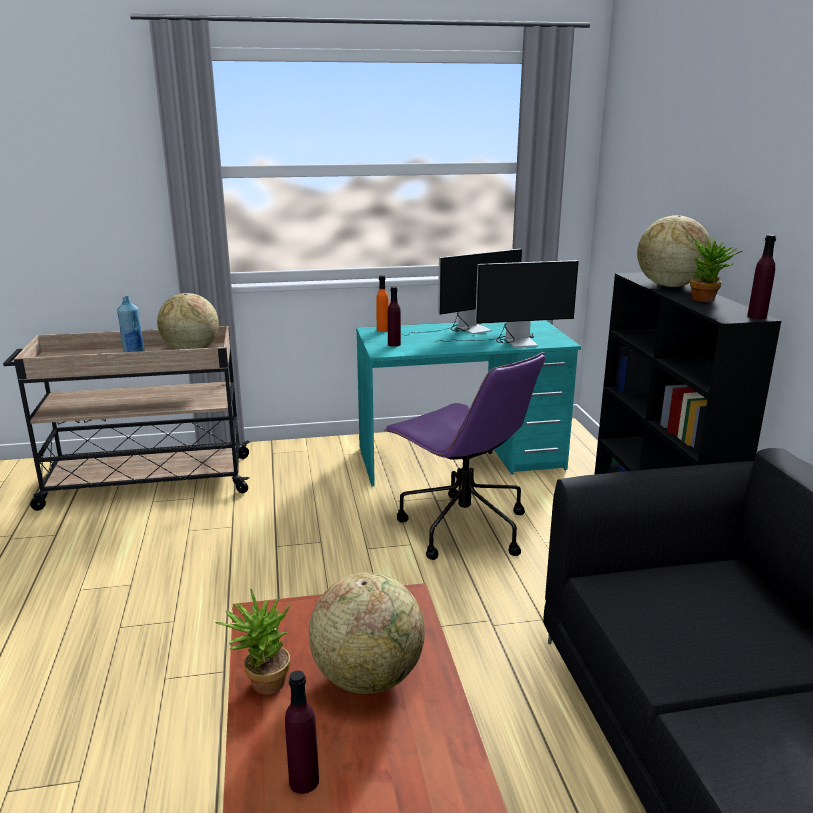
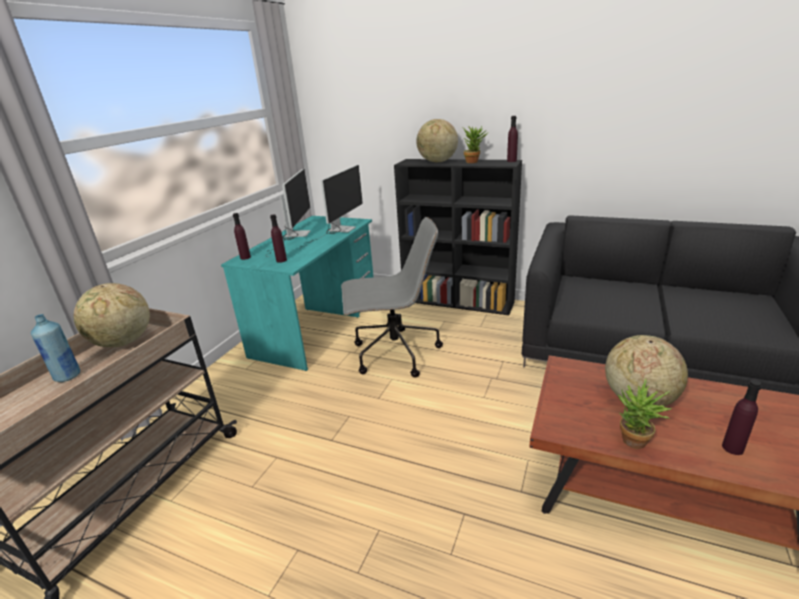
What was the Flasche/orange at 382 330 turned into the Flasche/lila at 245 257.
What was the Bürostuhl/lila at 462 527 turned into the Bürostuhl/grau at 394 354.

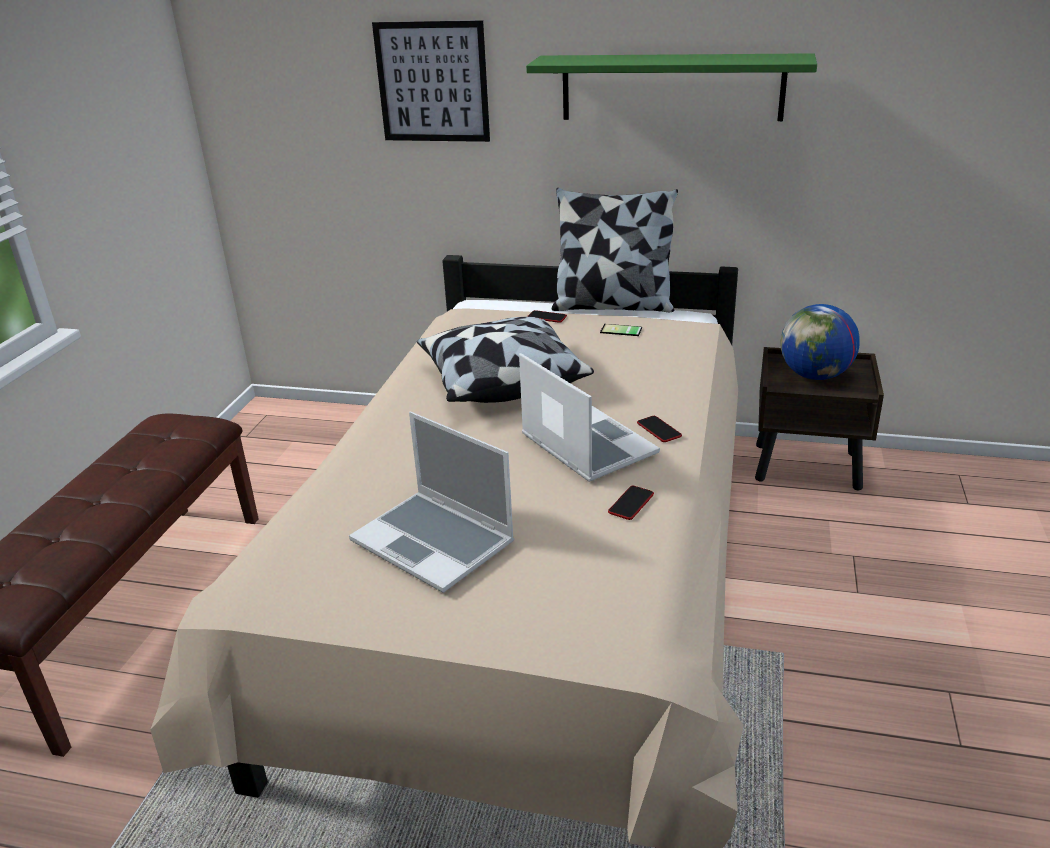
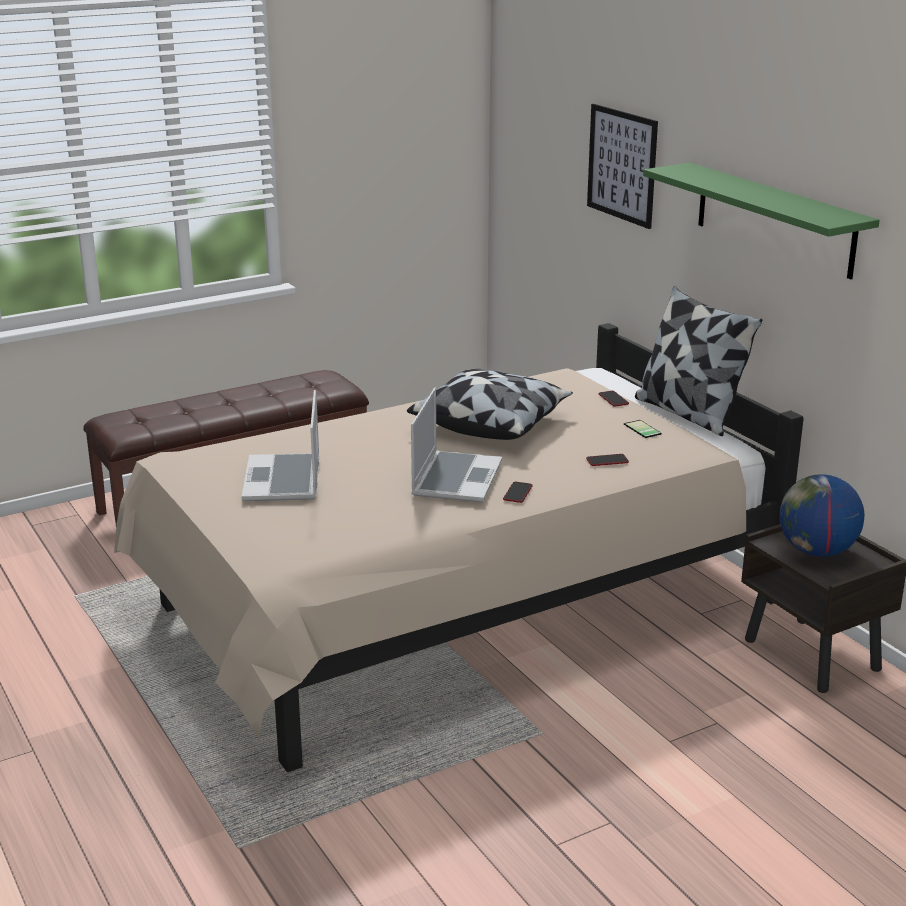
The Handy ended up elsewhere, having gone from 631 503 to 607 461.

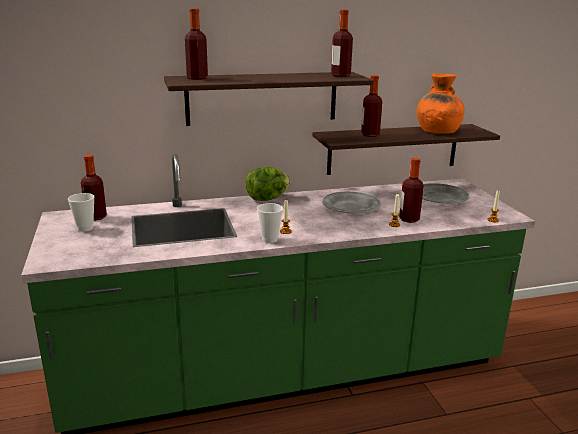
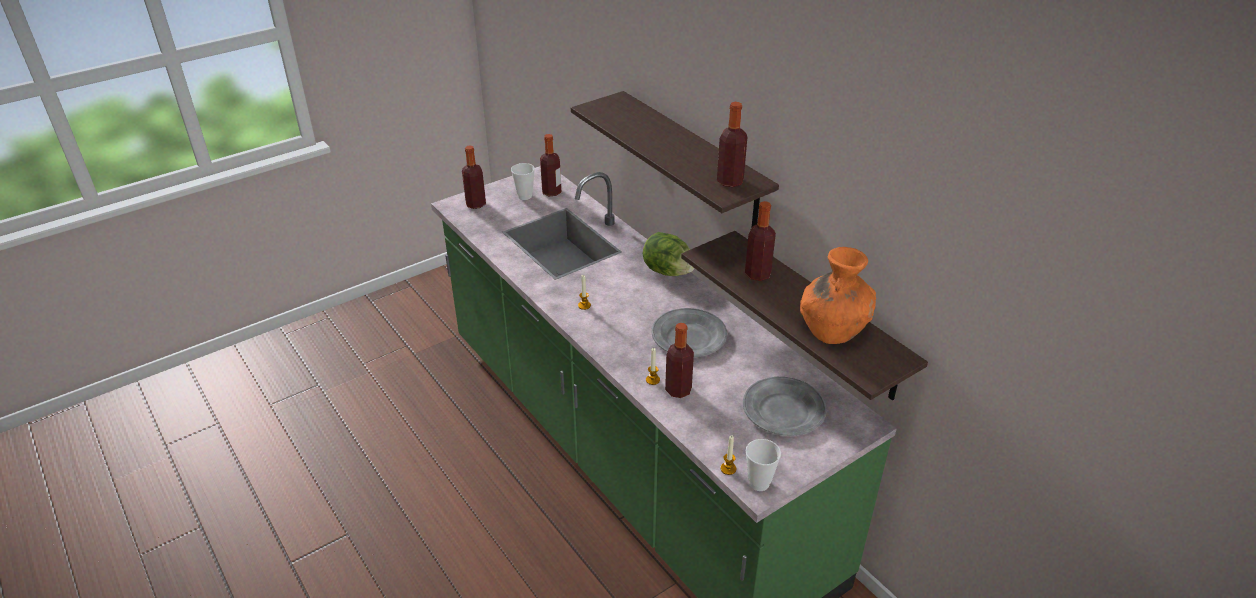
The Flasche ended up elsewhere, having gone from 197 78 to 476 204.
The Tasse ended up elsewhere, having gone from 269 239 to 759 483.

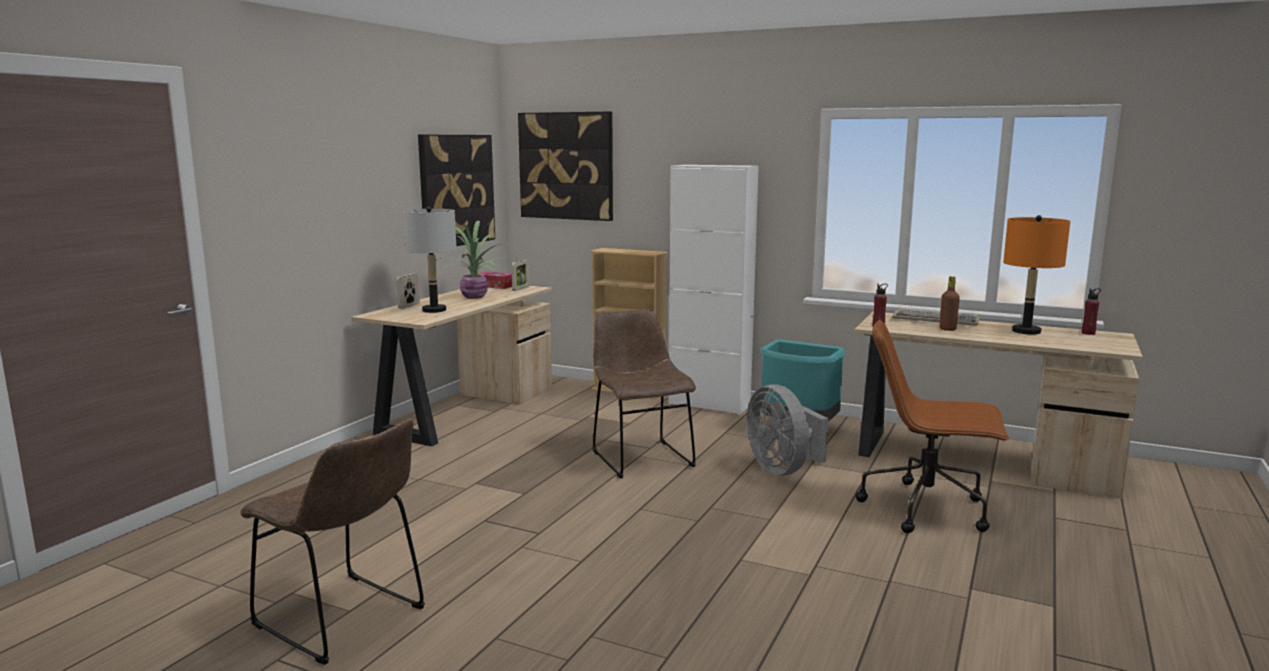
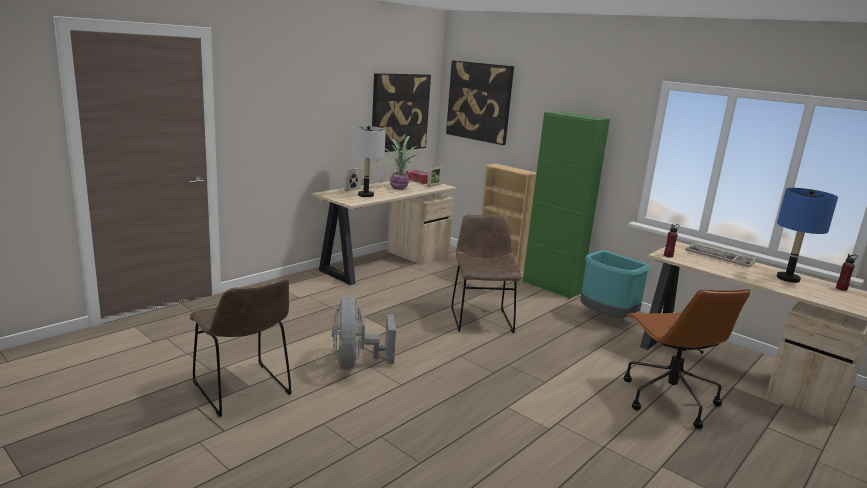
The second view lost the Flasche/braun at 947 329.
The Ventilator/grau ended up elsewhere, having gone from 783 469 to 356 363.
What was the Schrank/weiß at 709 404 turned into the Schrank/grün at 551 287.
What was the Tischlampe/orange at 1026 331 turned into the Tischlampe/blau at 787 278.
The Bürostuhl/braun at 928 509 ended up facing another way, 135 degrees counterclockwise from before.

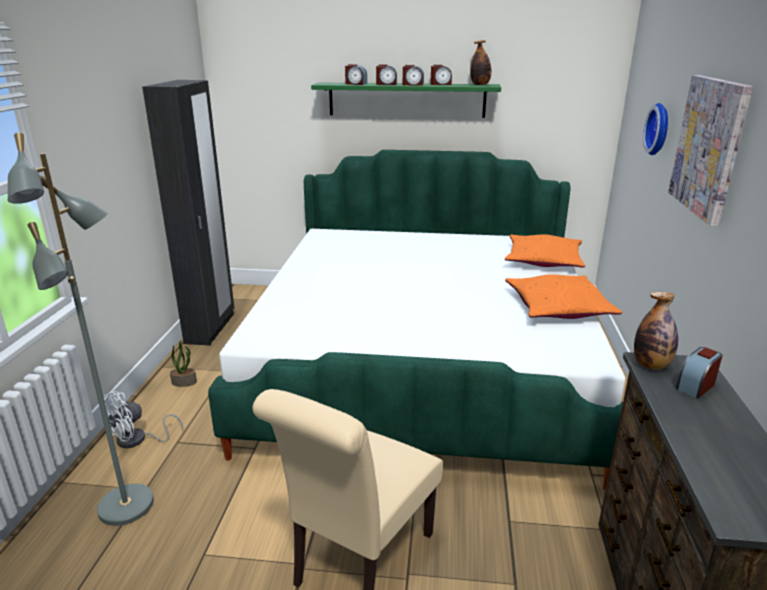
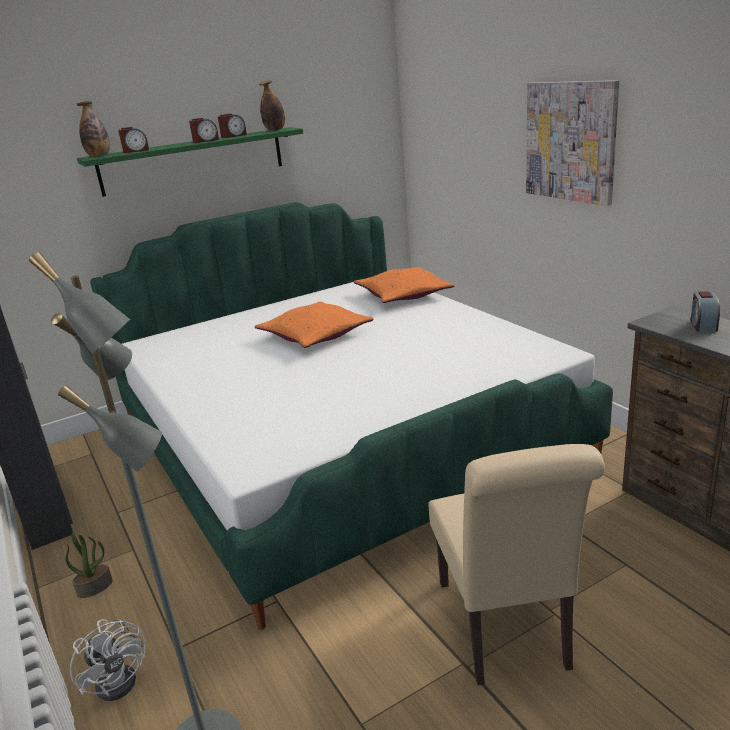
The second view lost the Wecker at 386 84.
The second view lost the Wanduhr at 660 129.
The Kissen/orange ended up elsewhere, having gone from 558 307 to 315 335.
The Flasche ended up elsewhere, having gone from 651 365 to 99 156.
The Ventilator/weiß at 138 440 ended up facing another way, 45 degrees counterclockwise from before.

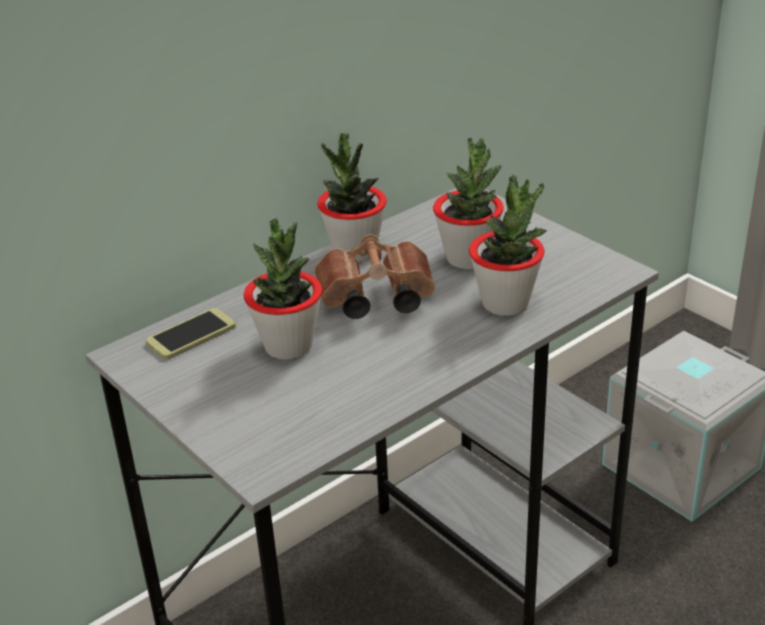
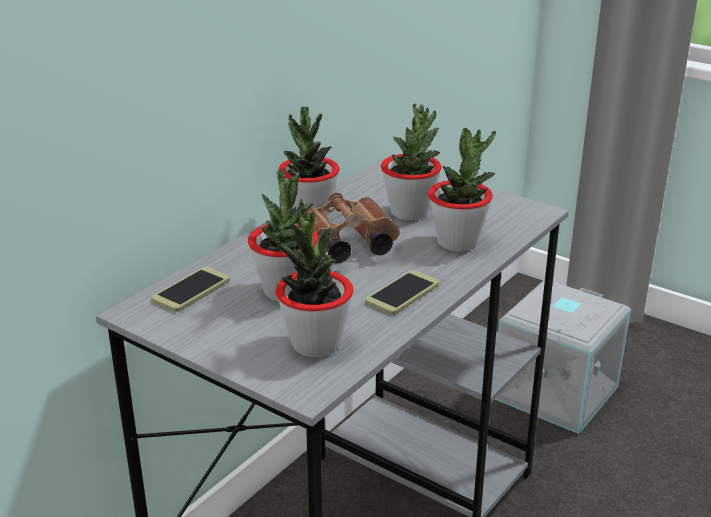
The second view gained the Topfpflanze at 315 344.
The second view gained the Handy at 402 293.

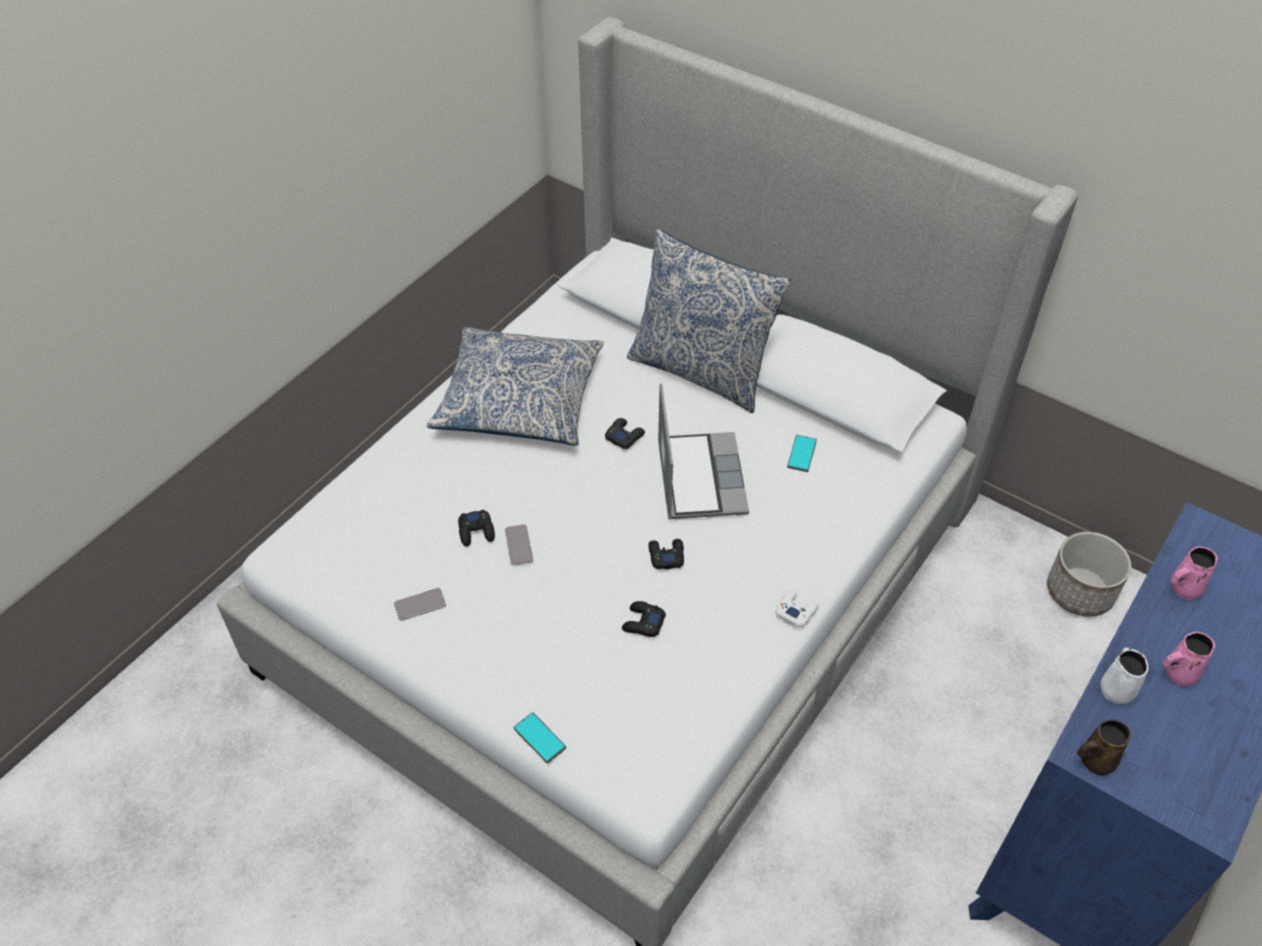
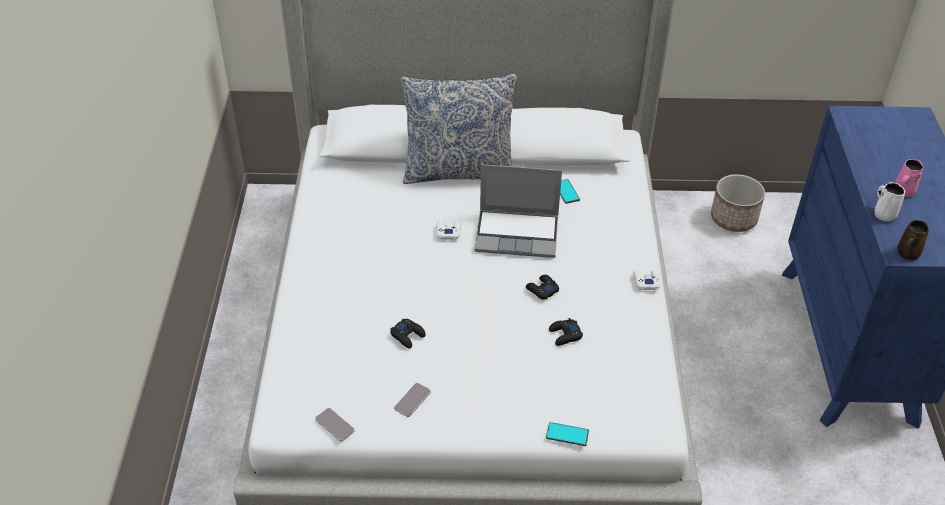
The second view lost the Kissen at 519 400.
The second view lost the Henkelbecher/rosa at 1183 588.
The Handy ended up elsewhere, having gone from 519 545 to 334 425.
What was the Gamepad/schwarz at 624 436 turned into the Gamepad/weiß at 448 232.
The Laptop at 699 477 ended up facing another way, 135 degrees clockwise from before.

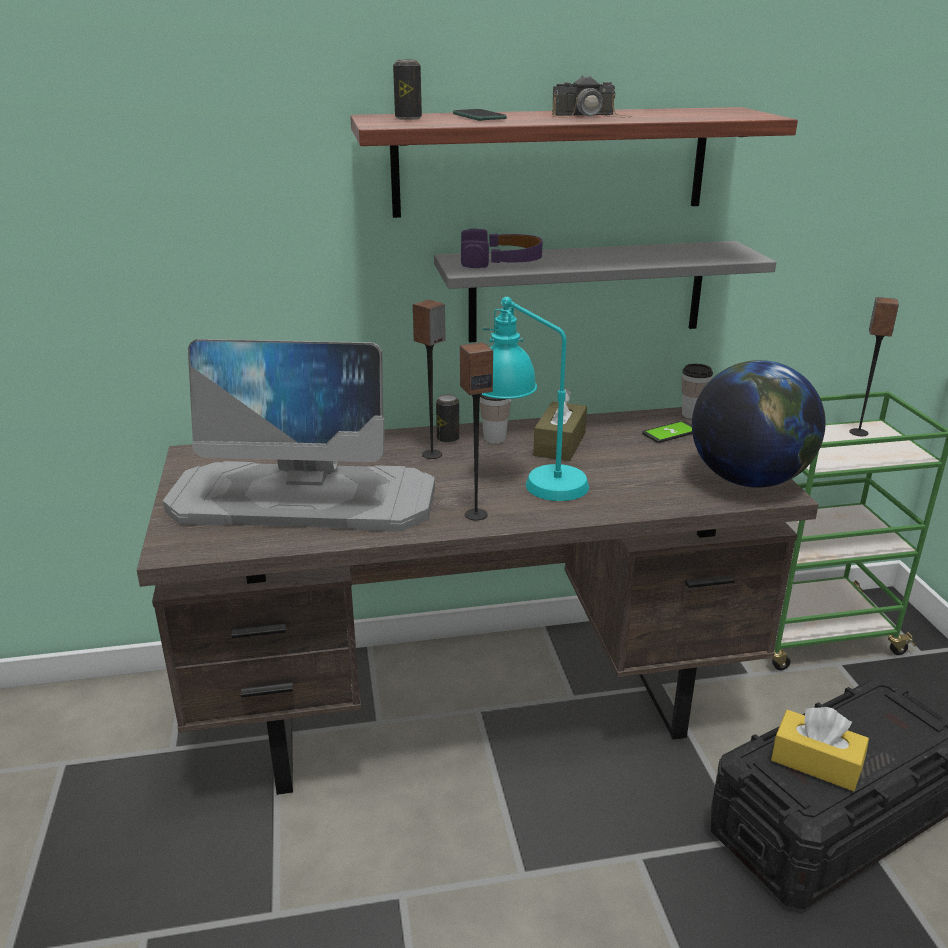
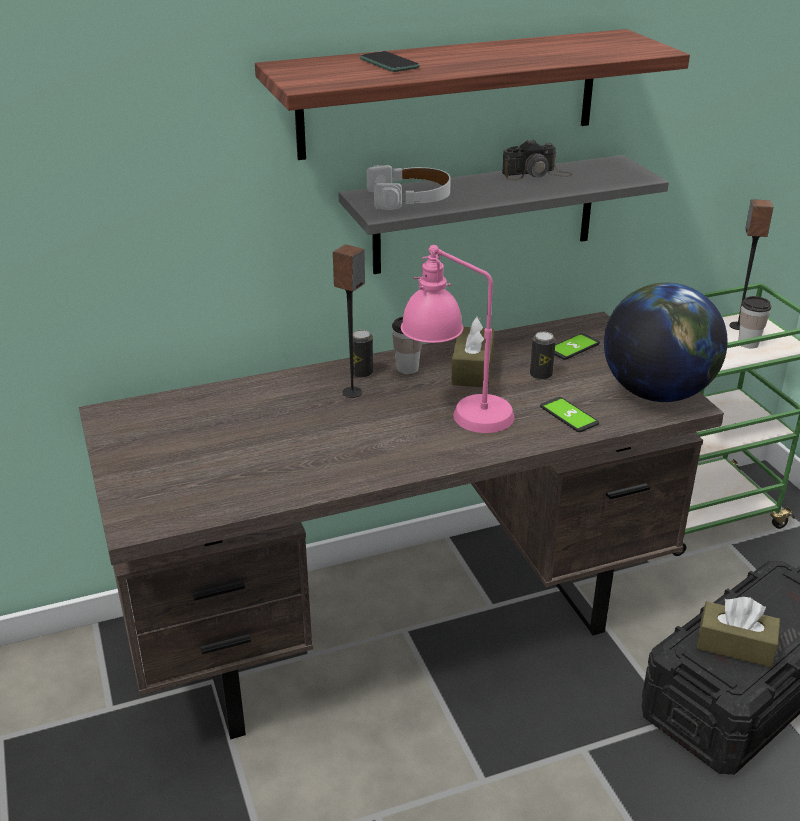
The second view lost the Monitor at 305 499.
The second view lost the Lautsprecher at 476 514.
The second view gained the Handy at 569 415.
The Dose ended up elsewhere, having gone from 408 118 to 541 375.
The Kamera ended up elsewhere, having gone from 591 116 to 536 174.
The Tasse ended up elsewhere, having gone from 692 414 to 748 343.
What was the Kopfhörer/lila at 501 260 turned into the Kopfhörer/weiß at 410 197.
What was the Tischlampe/türkis at 529 482 turned into the Tischlampe/rosa at 456 415.
What was the Taschentuchbox/gelb at 816 762 turned into the Taschentuchbox/braun at 735 645.

